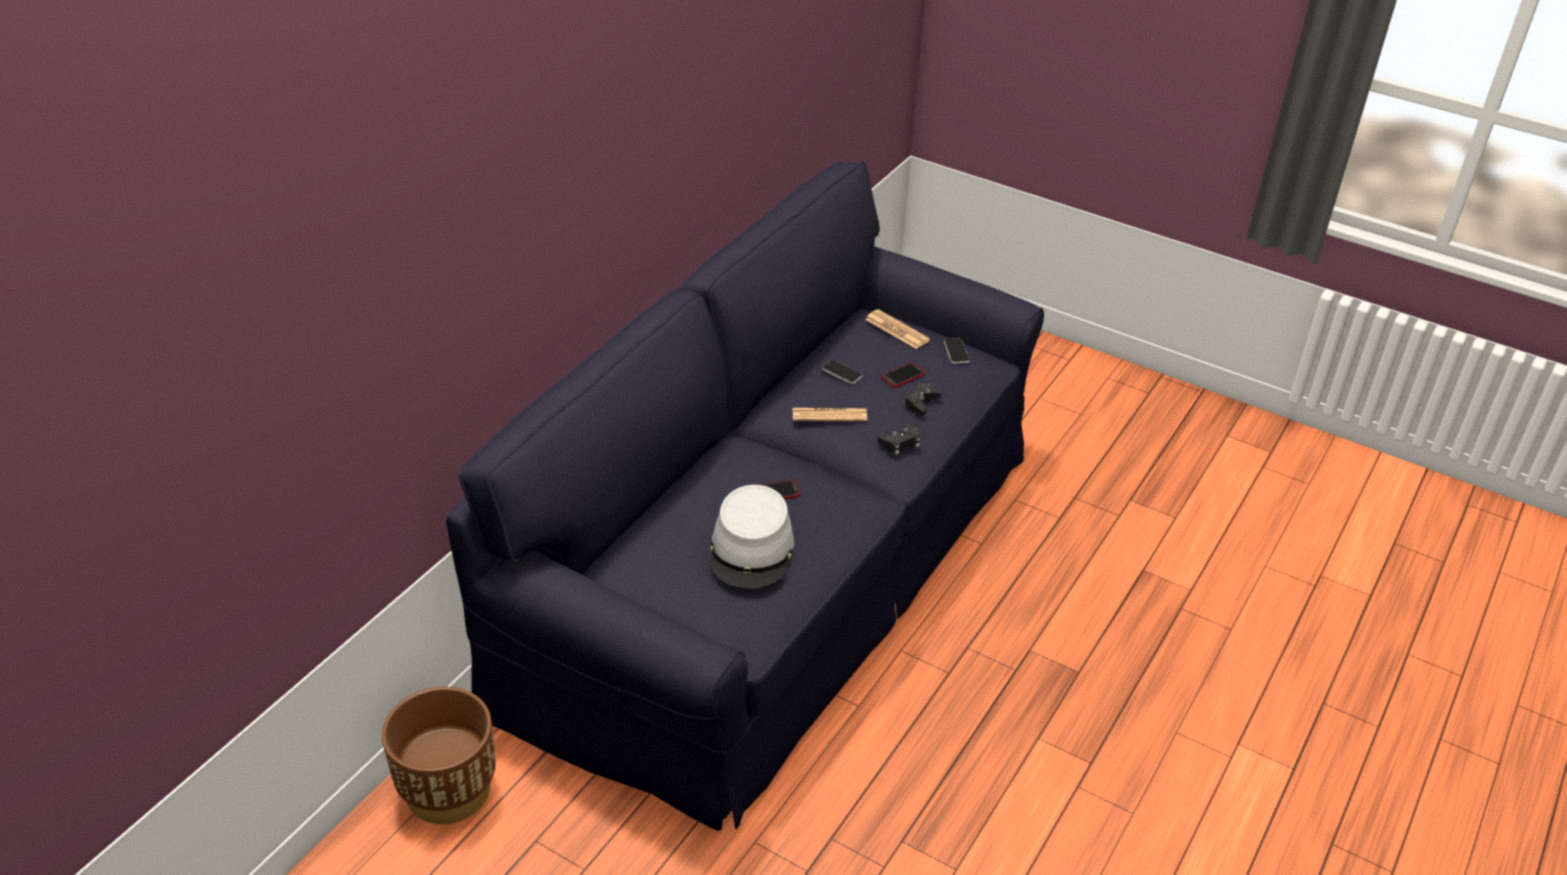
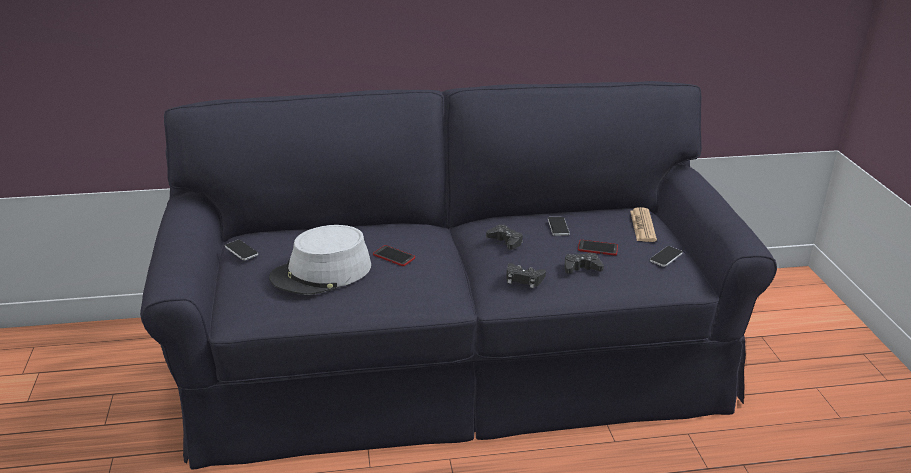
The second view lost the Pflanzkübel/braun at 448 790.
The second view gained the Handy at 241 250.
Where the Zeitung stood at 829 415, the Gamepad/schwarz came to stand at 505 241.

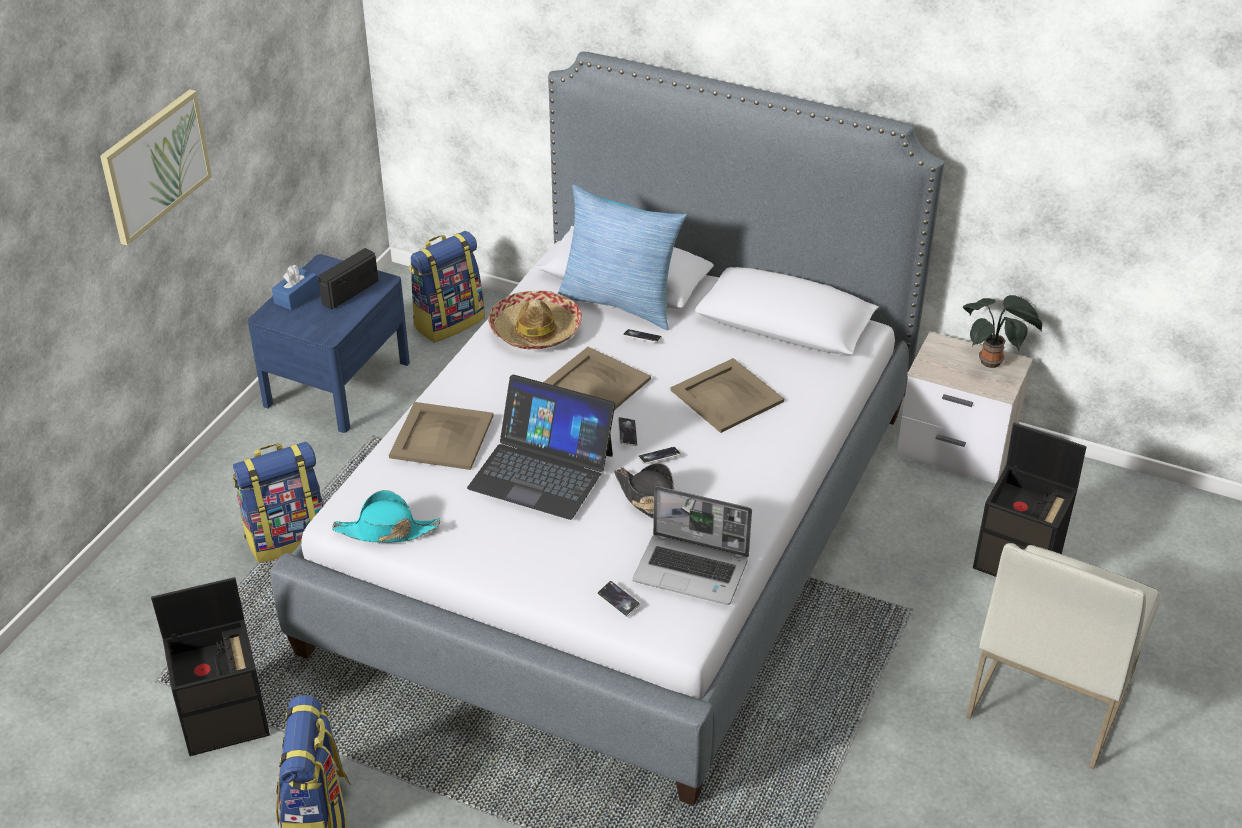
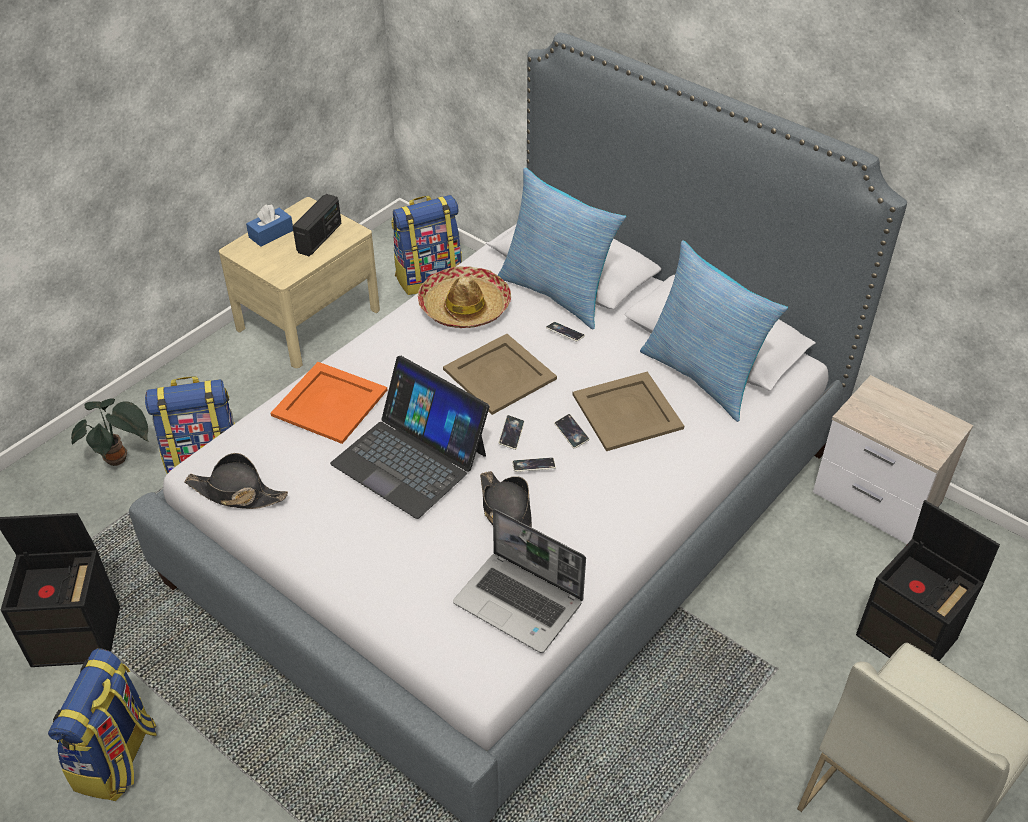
The second view lost the Bild at 155 165.
The second view gained the Kissen at 703 375.
The Handy ended up elsewhere, having gone from 618 601 to 571 433.
The Topfpflanze ended up elsewhere, having gone from 993 362 to 119 459.
What was the Nachttisch/blau at 337 383 turned into the Nachttisch/beige at 308 319.
What was the Hut/türkis at 386 531 turned into the Hut/schwarz at 236 493.
What was the Tablett/beige at 443 436 turned into the Tablett/orange at 331 402.
The Radio at 349 292 ended up facing another way, 150 degrees clockwise from before.

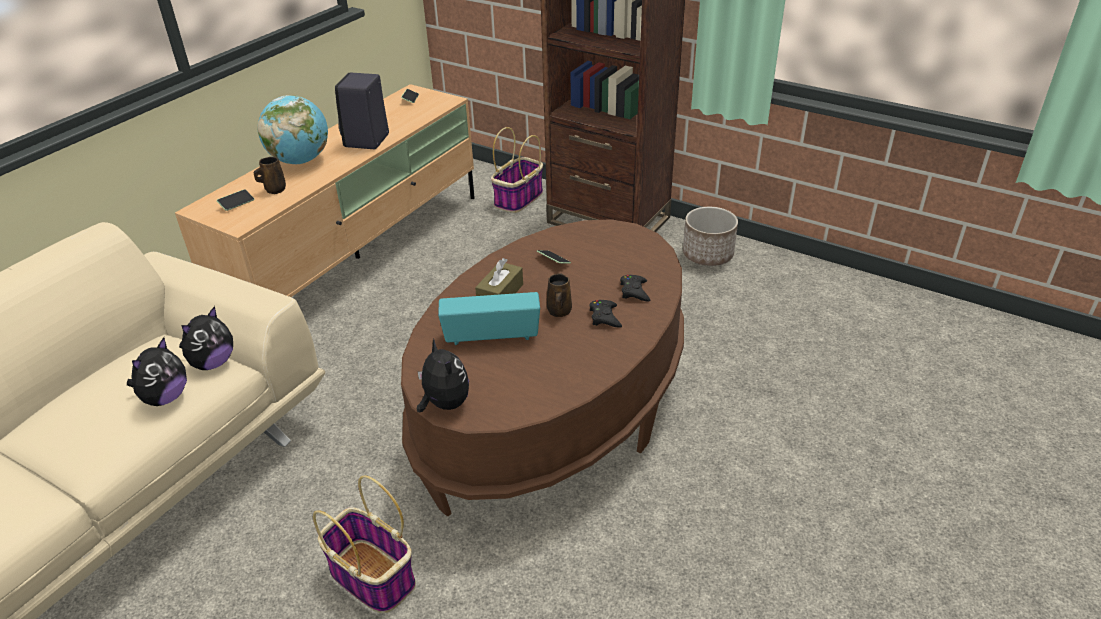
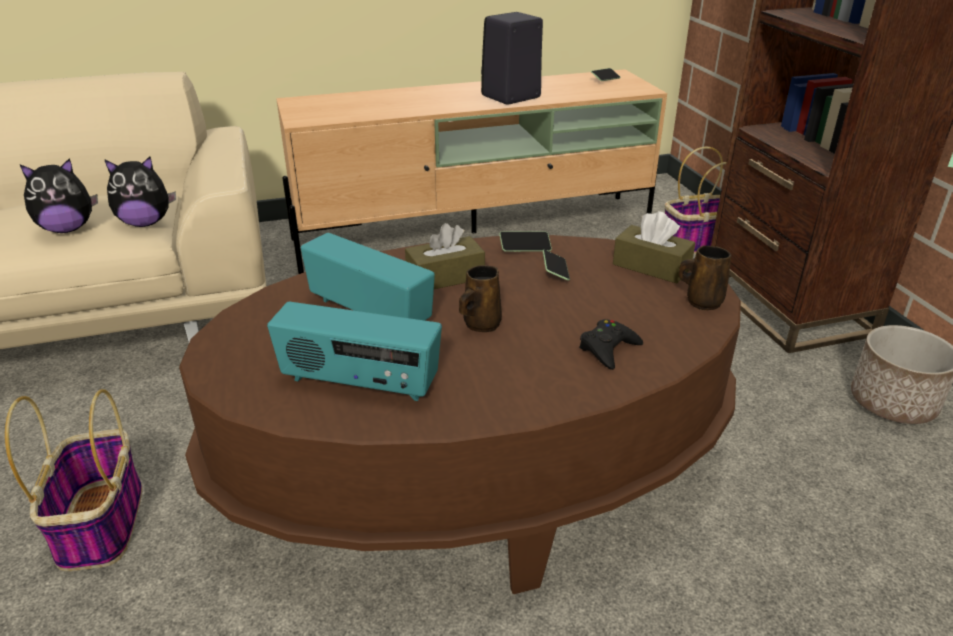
The second view lost the Globus at 300 160.
The second view lost the Plüschtier at 444 403.
The second view lost the Gamepad/schwarz at 605 317.
The second view gained the Radio at 359 383.
The second view gained the Taschentuchbox/braun at 651 266.
The Handy ended up elsewhere, having gone from 237 204 to 525 248.
The Henkelbecher/braun ended up elsewhere, having gone from 274 190 to 701 301.

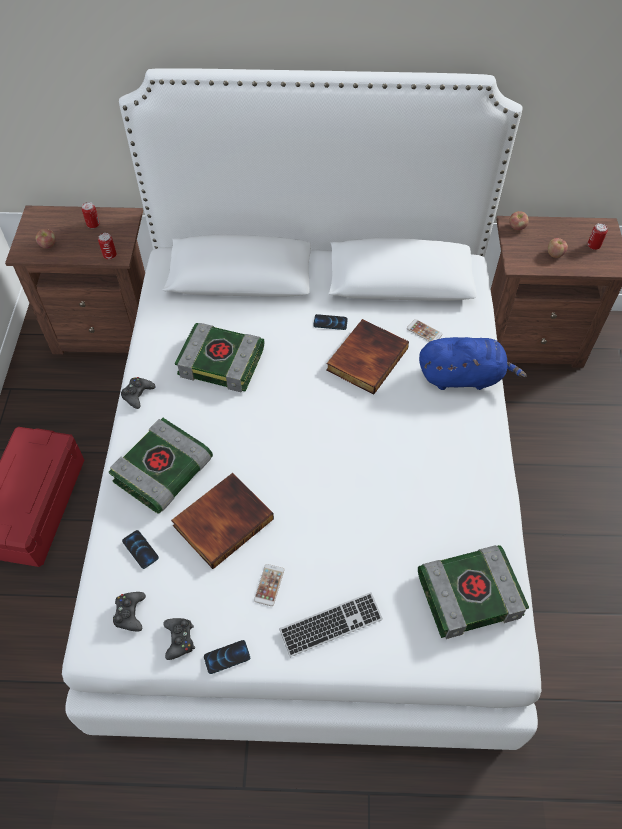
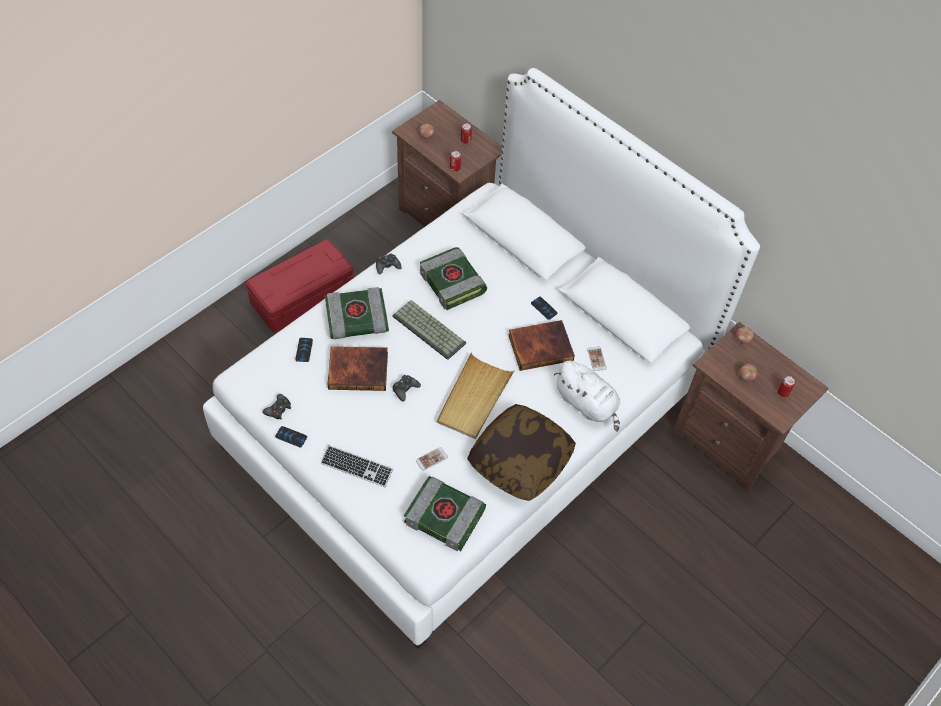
The second view gained the Tastatur at 430 329.
The second view gained the Tablett/beige at 474 398.
The second view gained the Kissen at 520 460.
The Gamepad/schwarz ended up elsewhere, having gone from 130 613 to 405 389.
The Handy ended up elsewhere, having gone from 269 585 to 431 459.
What was the Plüschtier/blau at 463 377 turned into the Plüschtier/weiß at 587 404.

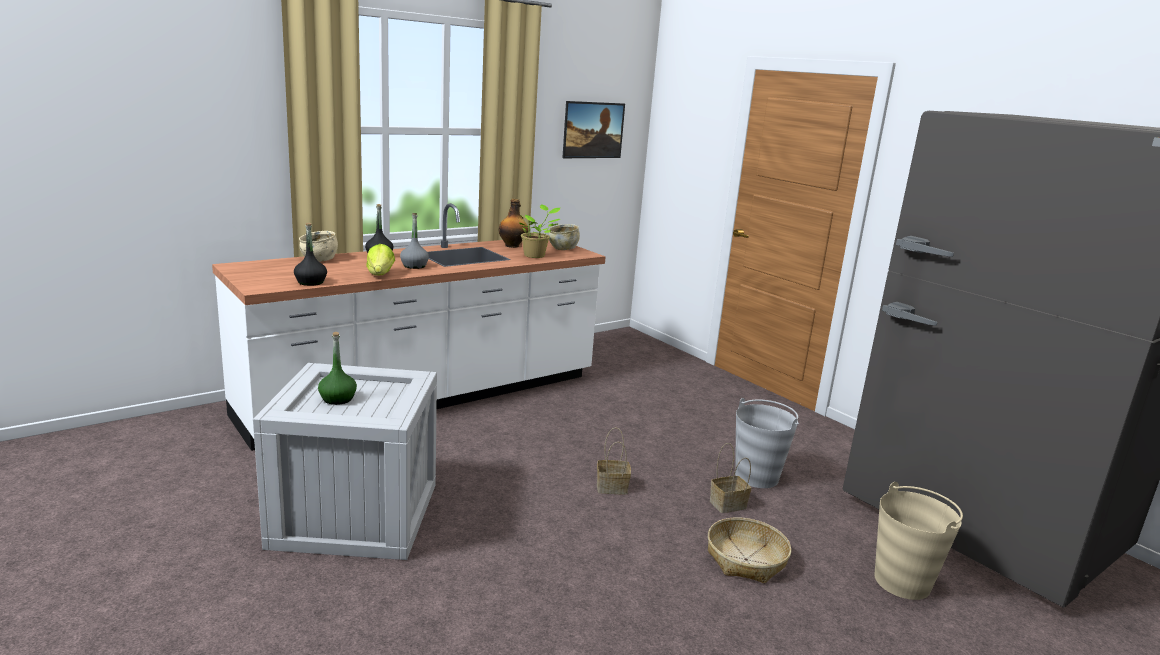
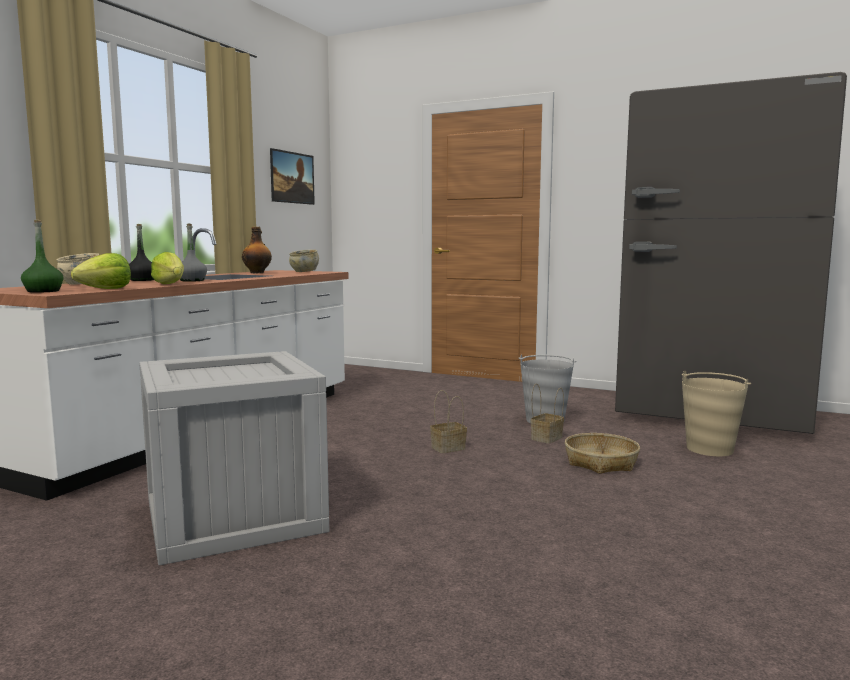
The second view lost the Topfpflanze at 535 255.
The Flasche/grün ended up elsewhere, having gone from 338 399 to 43 291.
Where the Flasche/schwarz stood at 311 282, the Salatkopf came to stand at 106 289.

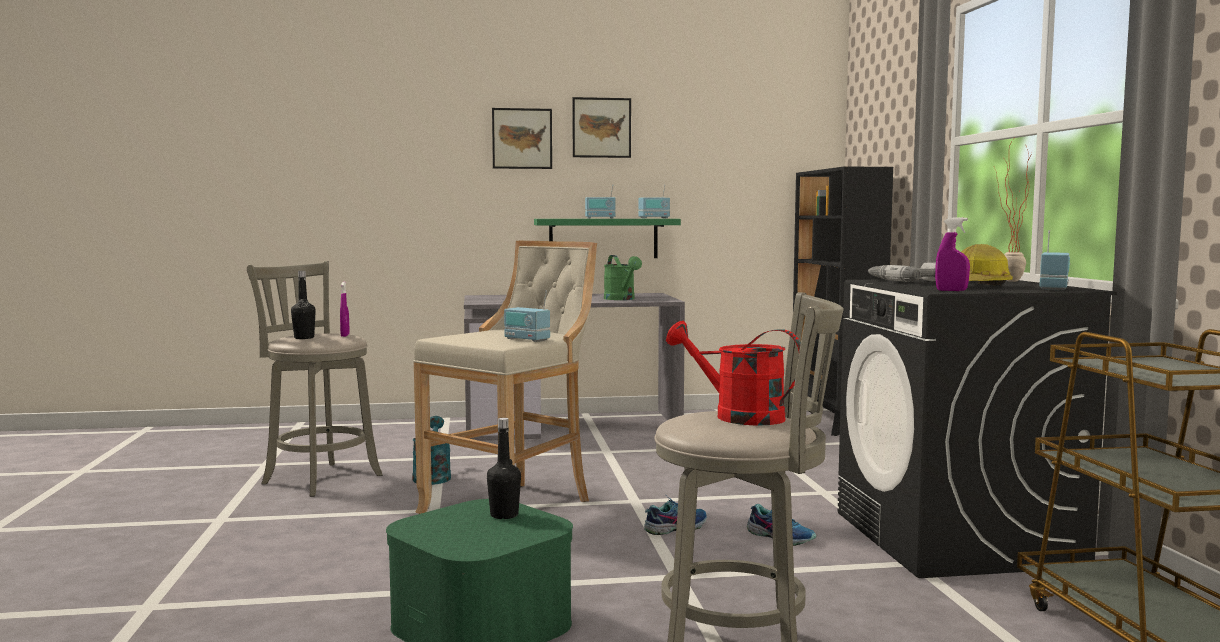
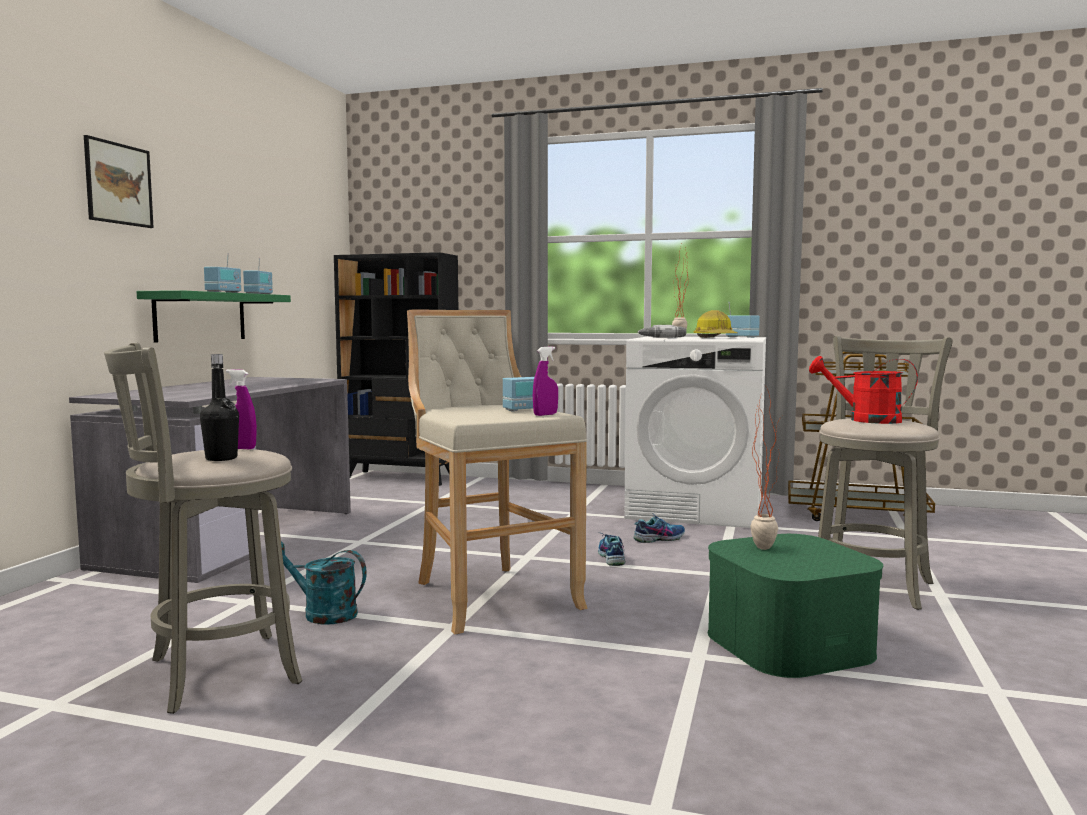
The second view lost the Bild at 601 127.
The second view lost the Gießkanne/grün at 622 299.
The Sprühflasche/lila ended up elsewhere, having gone from 951 290 to 545 414.
Where the Flasche/schwarz stood at 504 515, the Topfpflanze came to stand at 764 545.
What was the Waschmaschine/schwarz at 956 539 turned into the Waschmaschine/weiß at 697 509.
The Gießkanne/rot at 737 416 ended up facing another way, 60 degrees clockwise from before.

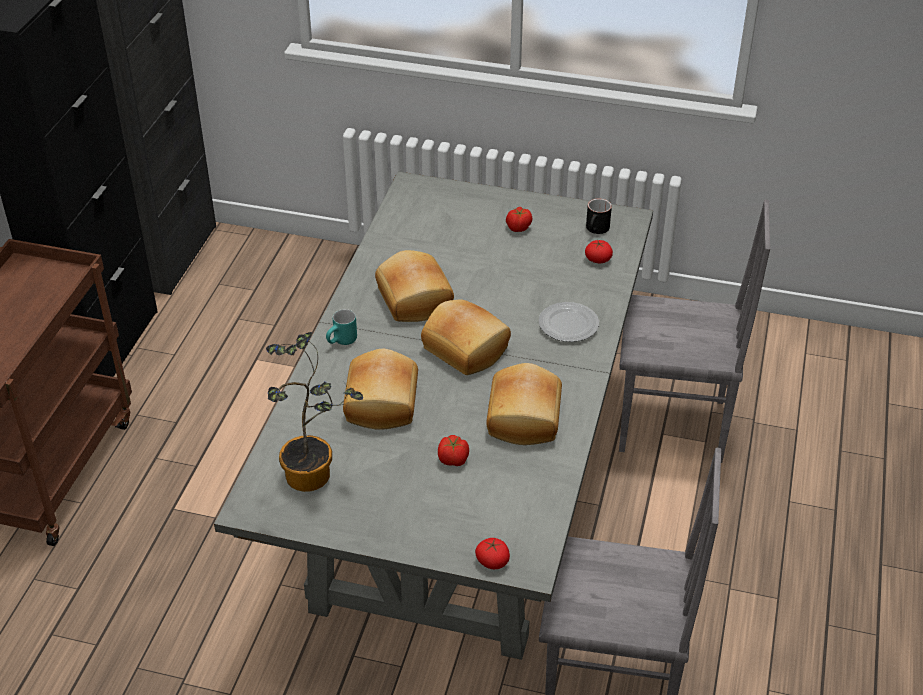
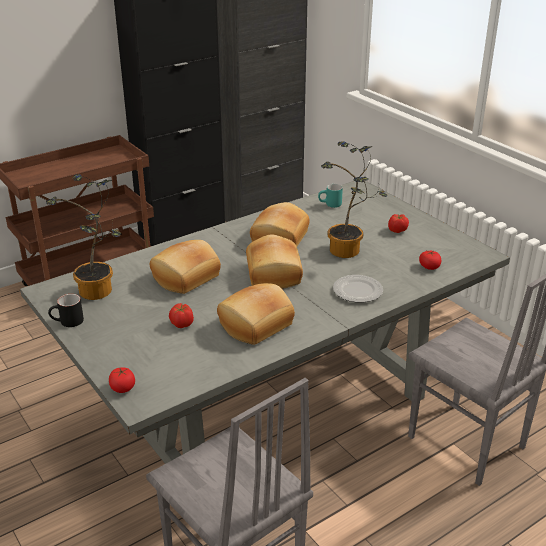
The second view gained the Topfpflanze at 348 252.
The Henkelbecher/türkis ended up elsewhere, having gone from 342 342 to 330 205.
The Henkelbecher/schwarz ended up elsewhere, having gone from 597 230 to 67 322.

